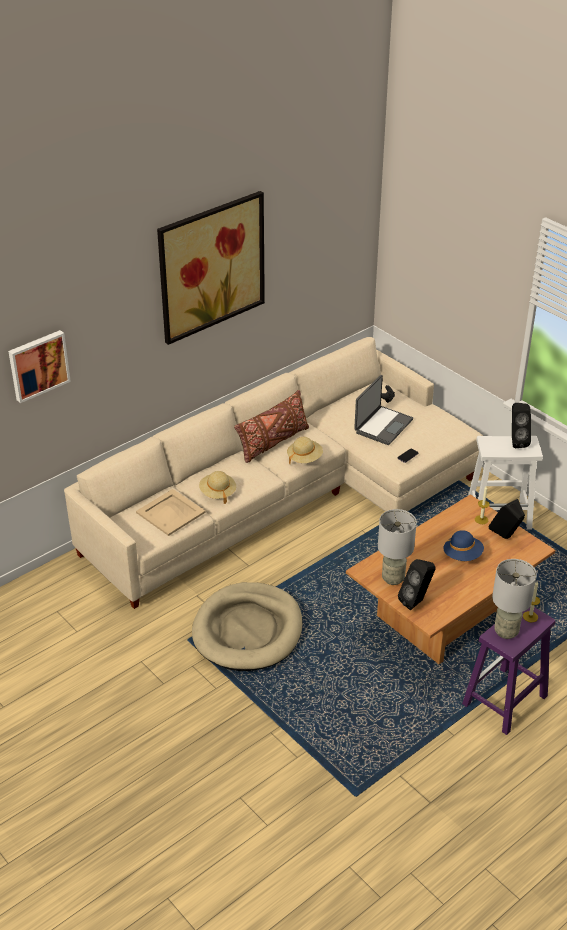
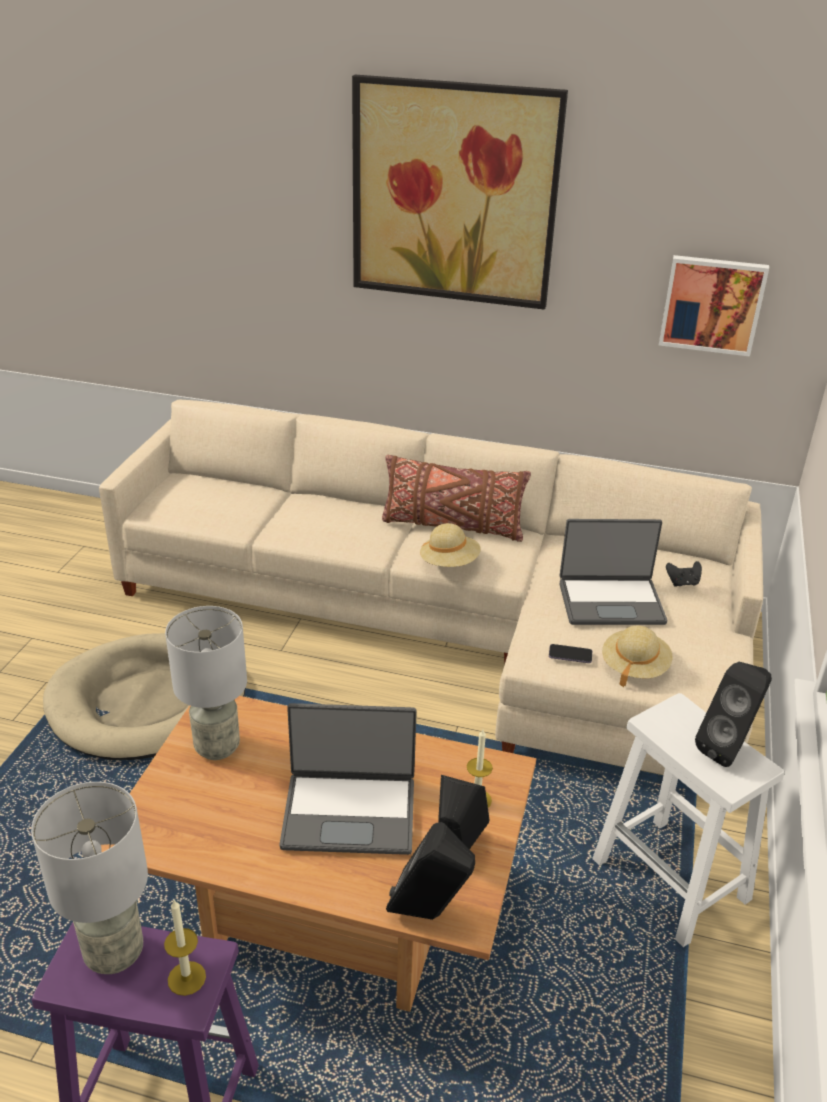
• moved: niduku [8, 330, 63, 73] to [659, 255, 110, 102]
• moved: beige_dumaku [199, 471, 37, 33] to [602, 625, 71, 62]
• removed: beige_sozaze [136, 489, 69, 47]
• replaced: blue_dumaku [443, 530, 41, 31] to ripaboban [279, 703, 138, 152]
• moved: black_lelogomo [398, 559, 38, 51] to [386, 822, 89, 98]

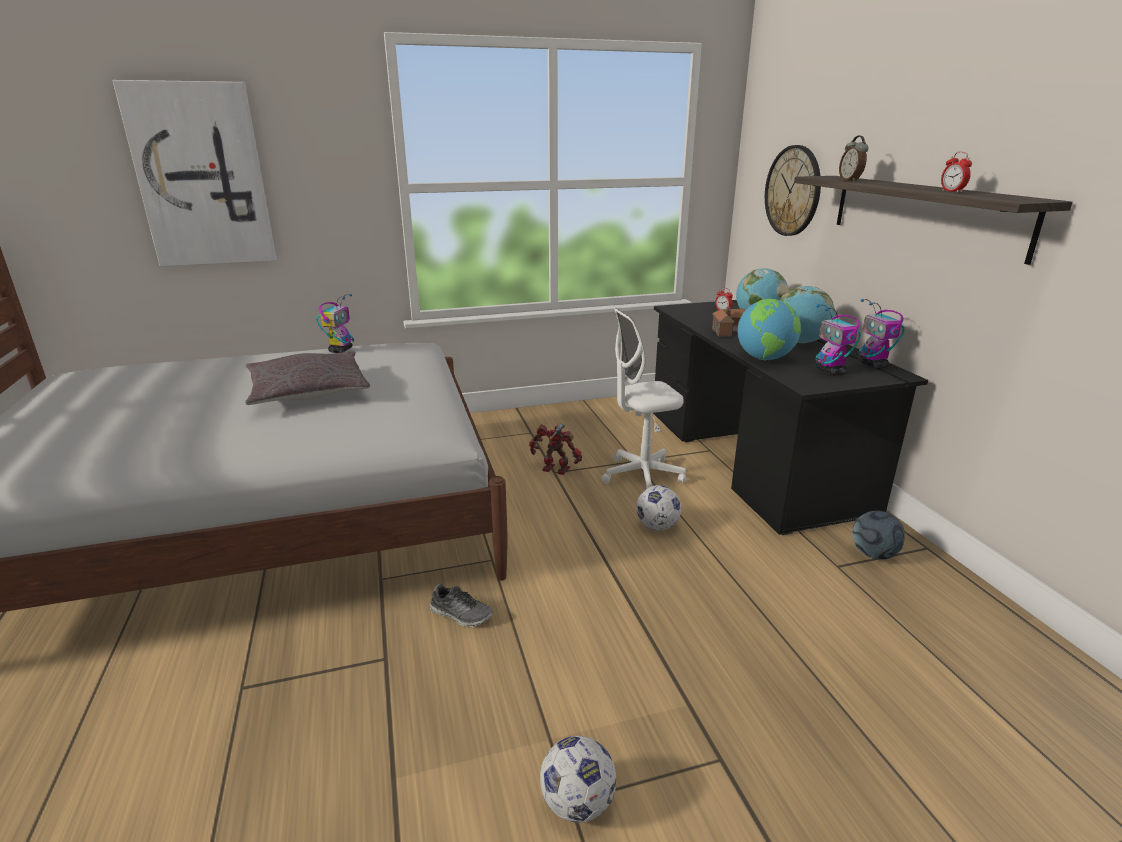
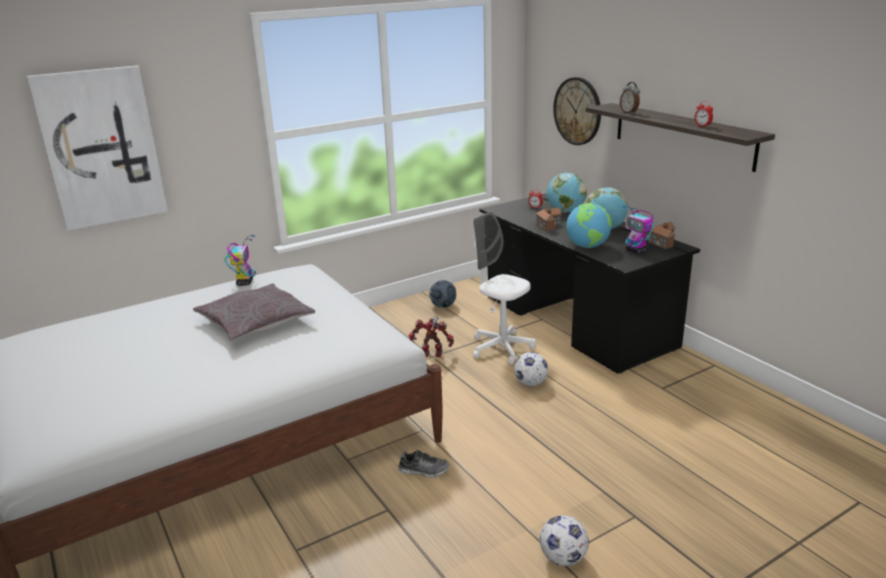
• replaced: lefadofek [858, 299, 47, 69] to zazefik [646, 222, 30, 27]
• turned: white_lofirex [602, 308, 84, 180] = [473, 212, 63, 153] 75 degrees clockwise
• moved: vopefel [852, 511, 53, 49] to [429, 280, 27, 28]

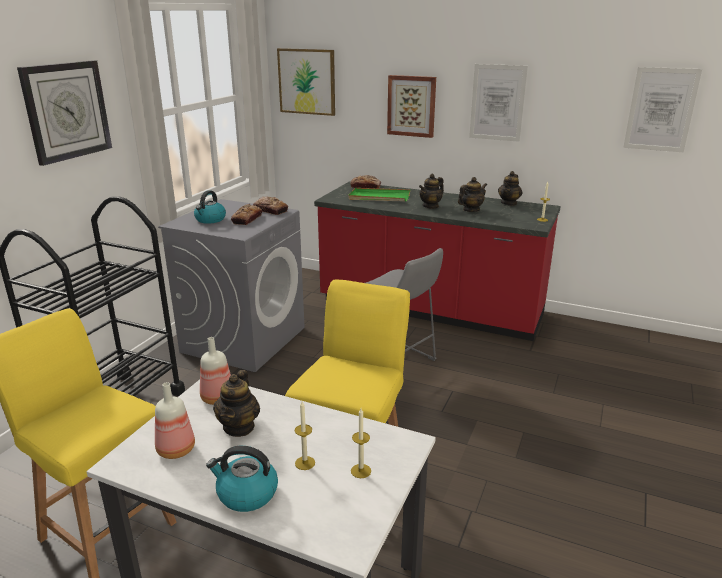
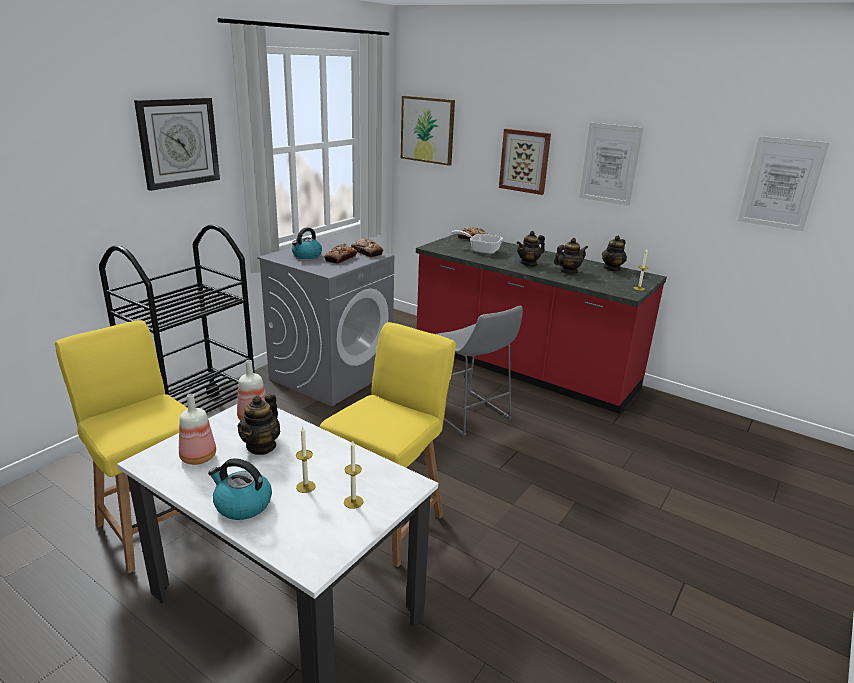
• replaced: green_sozaze [348, 188, 62, 14] to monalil [451, 230, 52, 24]

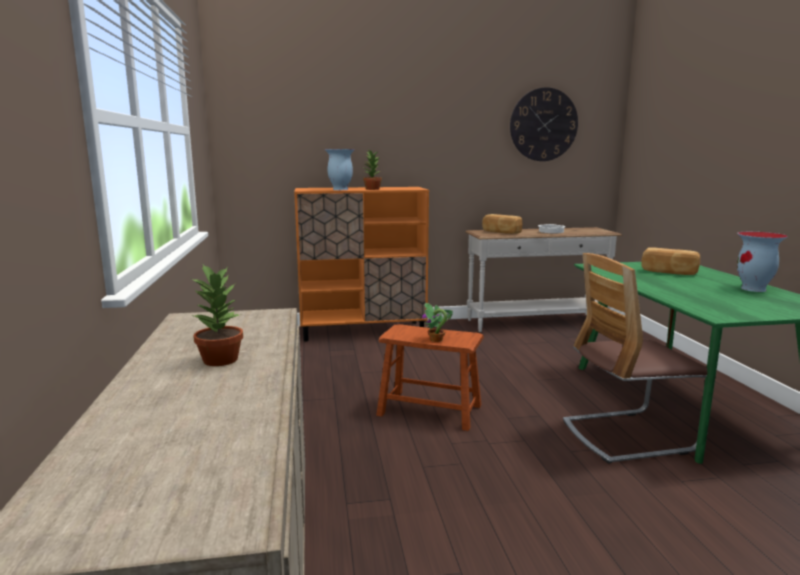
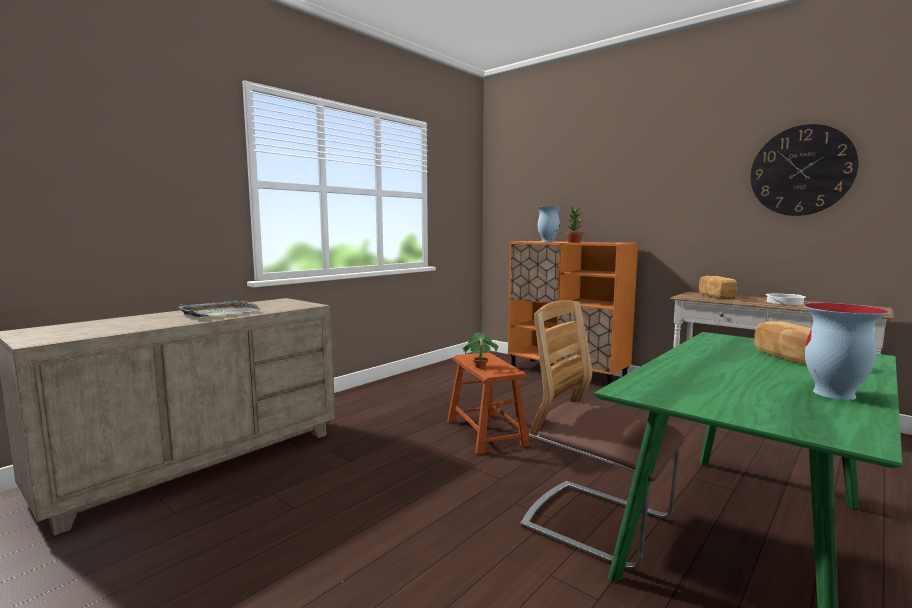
• replaced: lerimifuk [192, 265, 51, 101] to grey_sozaze [179, 301, 84, 16]

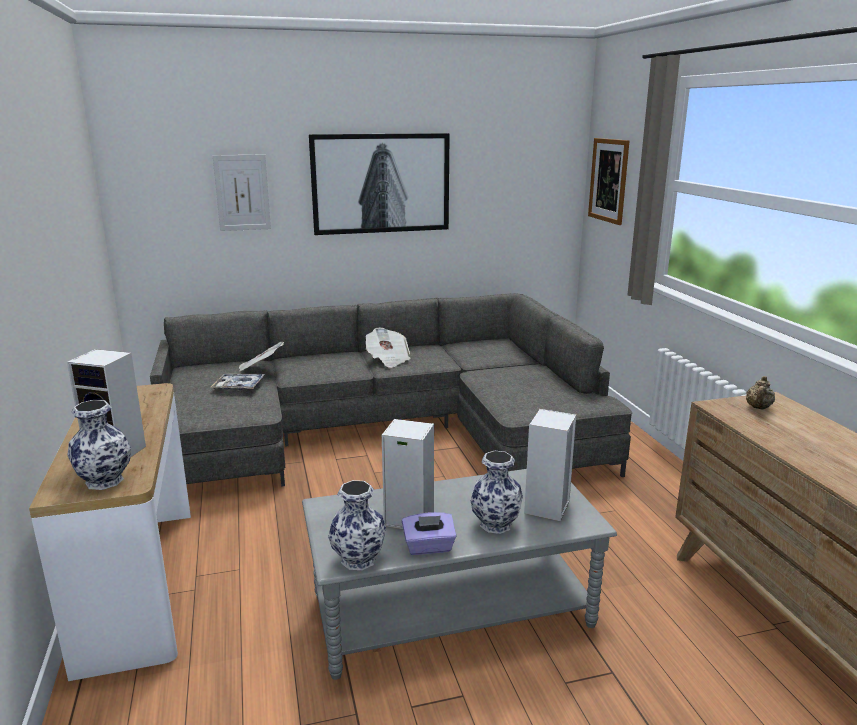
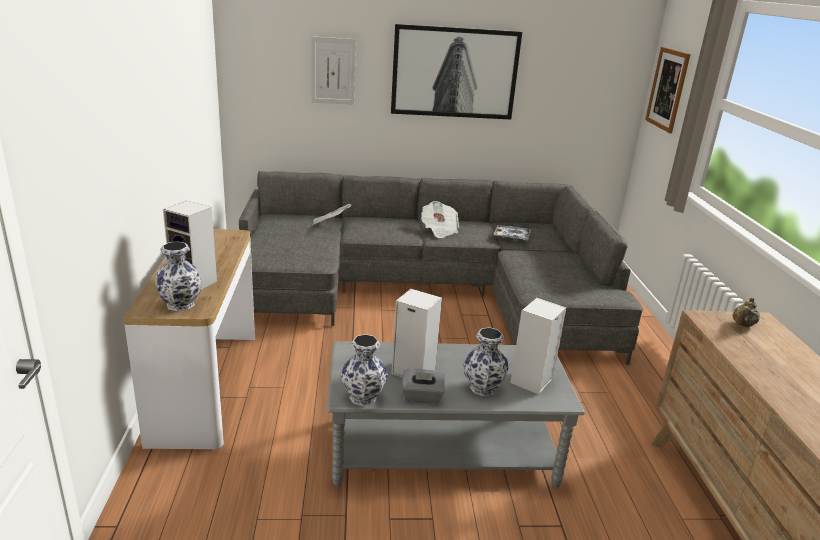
• moved: sozaze [210, 374, 55, 17] to [494, 225, 37, 15]
• recoloured: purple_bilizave [402, 512, 55, 43] to grey_bilizave [402, 369, 43, 35]

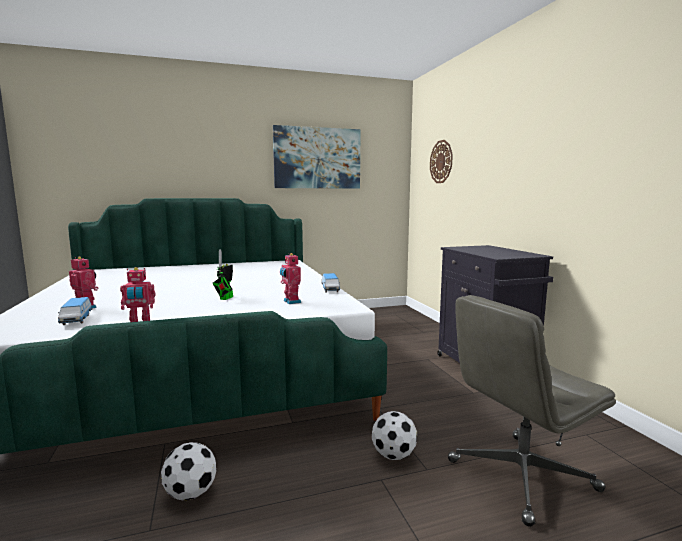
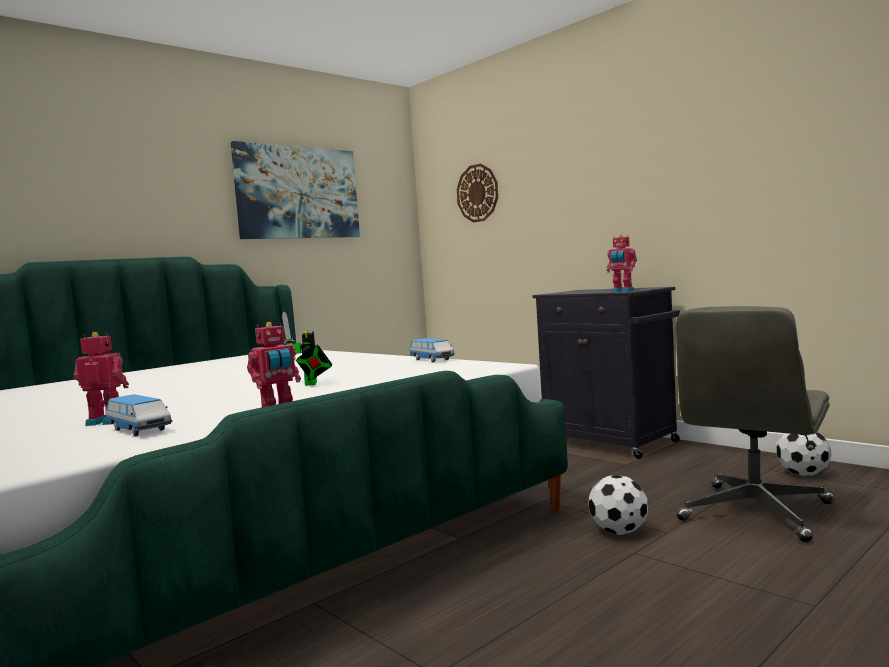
• moved: lefadofek [280, 253, 21, 51] to [607, 234, 30, 58]
• moved: vopefel [161, 442, 56, 59] to [776, 432, 55, 44]

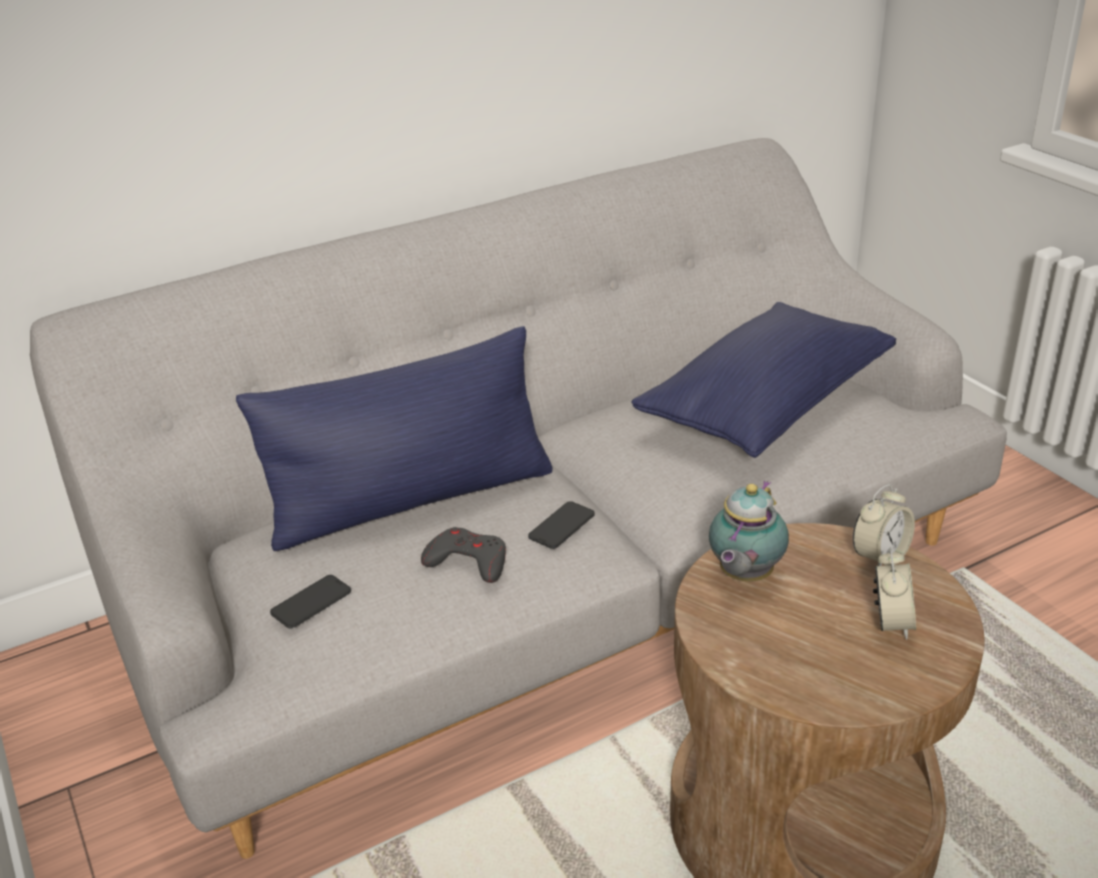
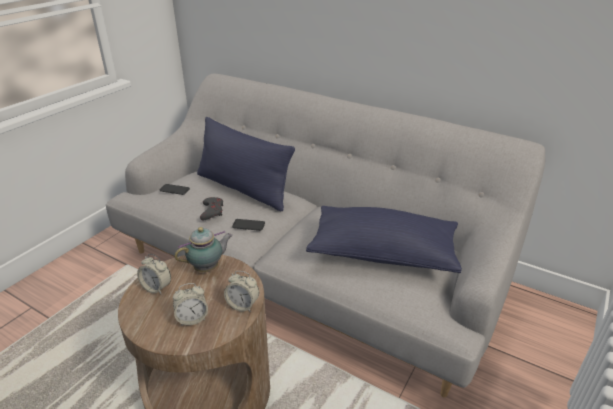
• turned: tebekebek [709, 481, 80, 101] = [175, 227, 58, 45] 150 degrees clockwise
• added: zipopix [137, 254, 34, 41]

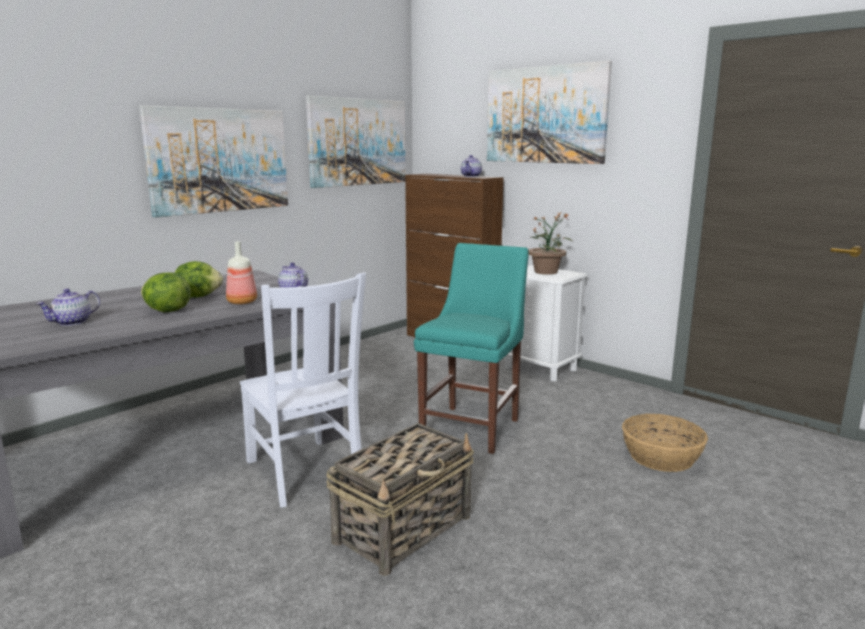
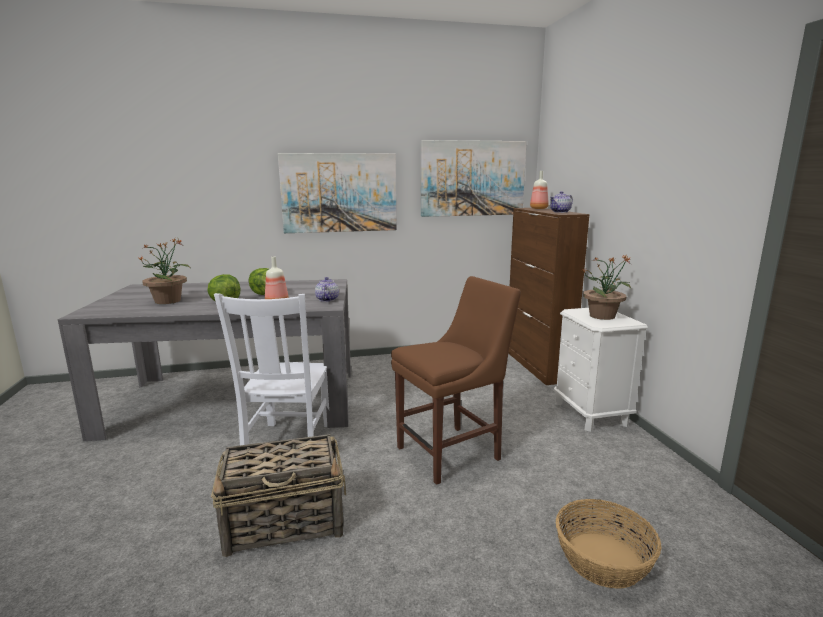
• removed: niduku [487, 61, 125, 103]
• recoloured: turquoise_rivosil [414, 243, 115, 211] to brown_rivosil [391, 276, 130, 209]
• replaced: tebekebek [36, 289, 64, 37] to lerimifuk [139, 238, 51, 66]
• added: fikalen [530, 171, 19, 38]

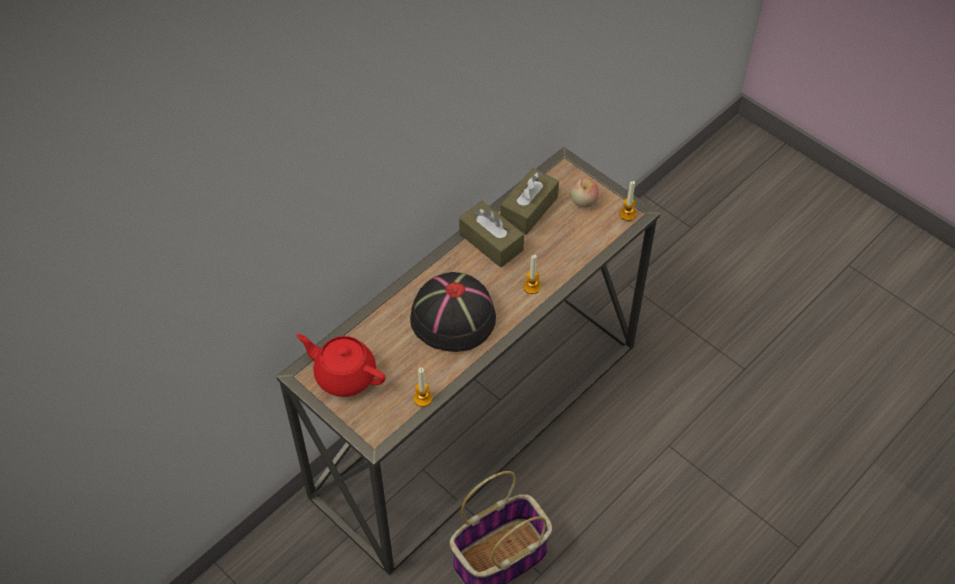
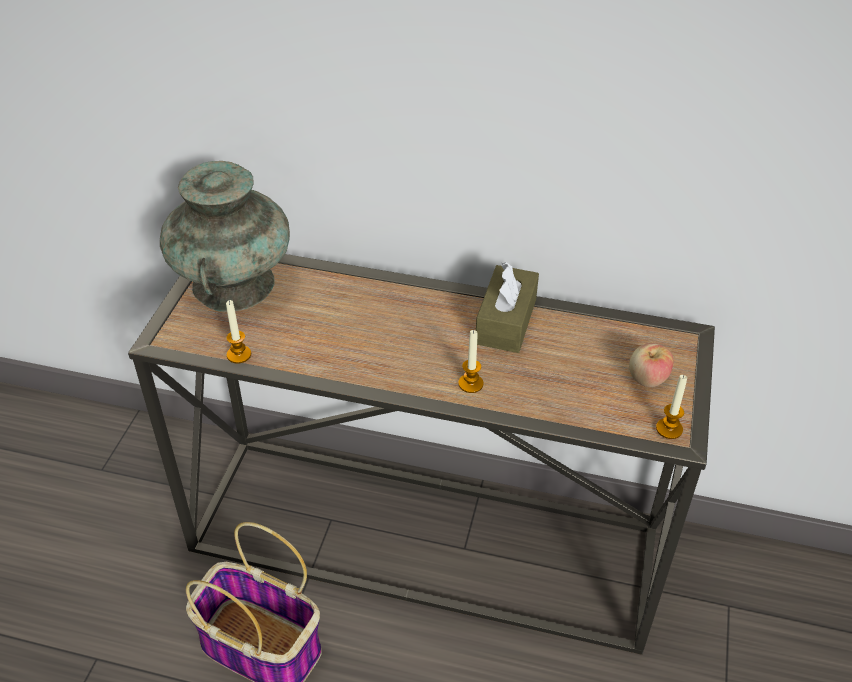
• removed: brown_bilizave [500, 168, 59, 67]
• removed: black_dumaku [410, 272, 86, 80]
• replaced: red_tebekebek [296, 334, 90, 63] to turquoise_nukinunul [160, 161, 130, 151]

